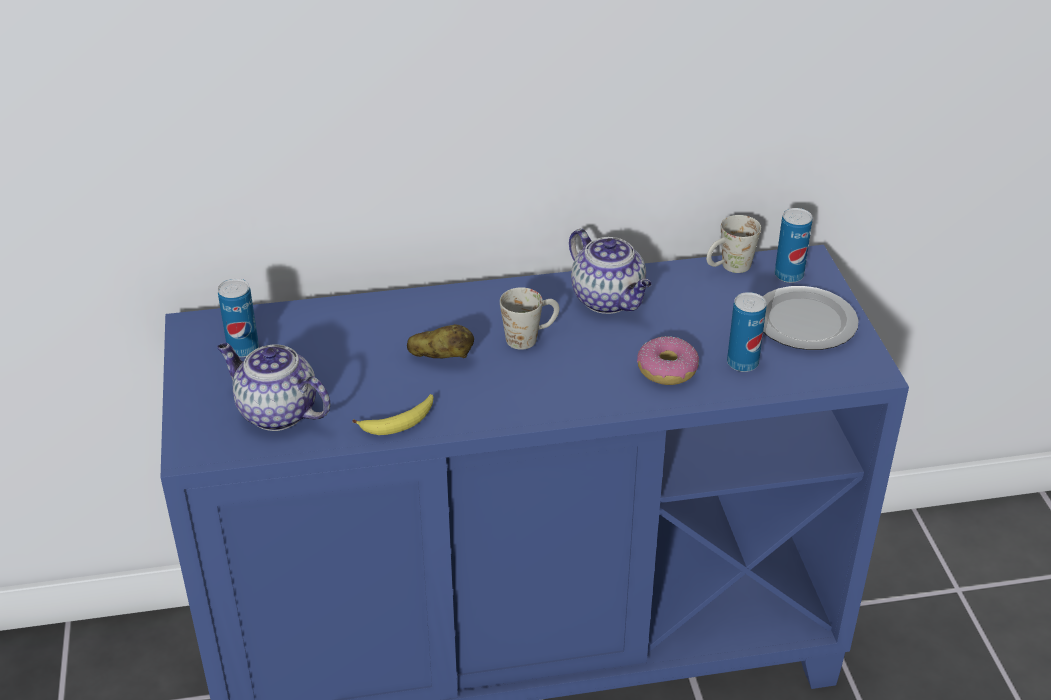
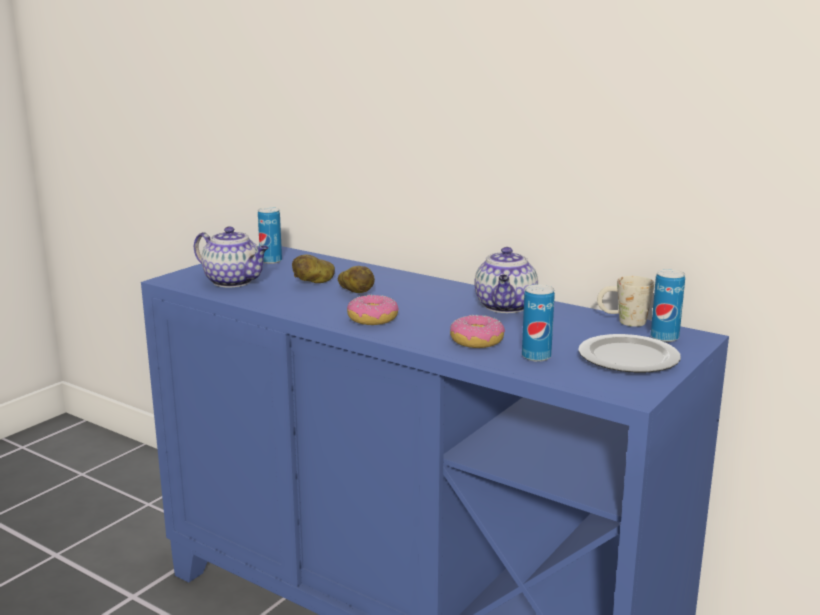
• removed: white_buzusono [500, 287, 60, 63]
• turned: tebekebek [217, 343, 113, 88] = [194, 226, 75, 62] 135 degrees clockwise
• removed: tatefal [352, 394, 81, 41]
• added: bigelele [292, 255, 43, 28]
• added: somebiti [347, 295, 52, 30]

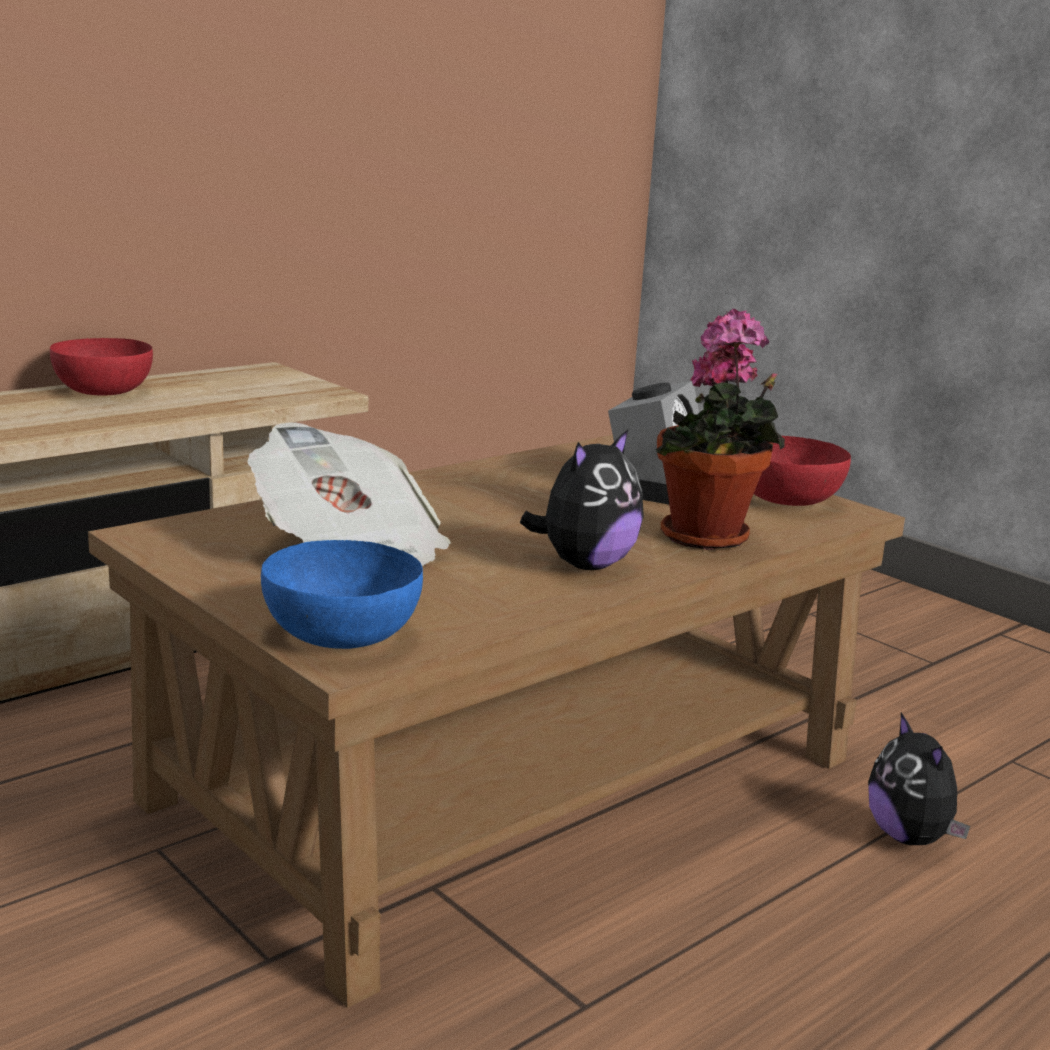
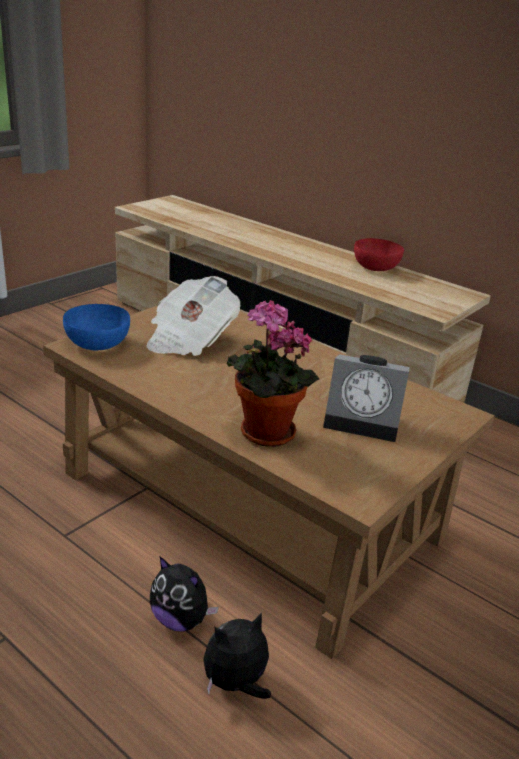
• moved: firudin [520, 428, 124, 142] to [150, 557, 69, 75]
• removed: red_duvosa [754, 436, 97, 70]

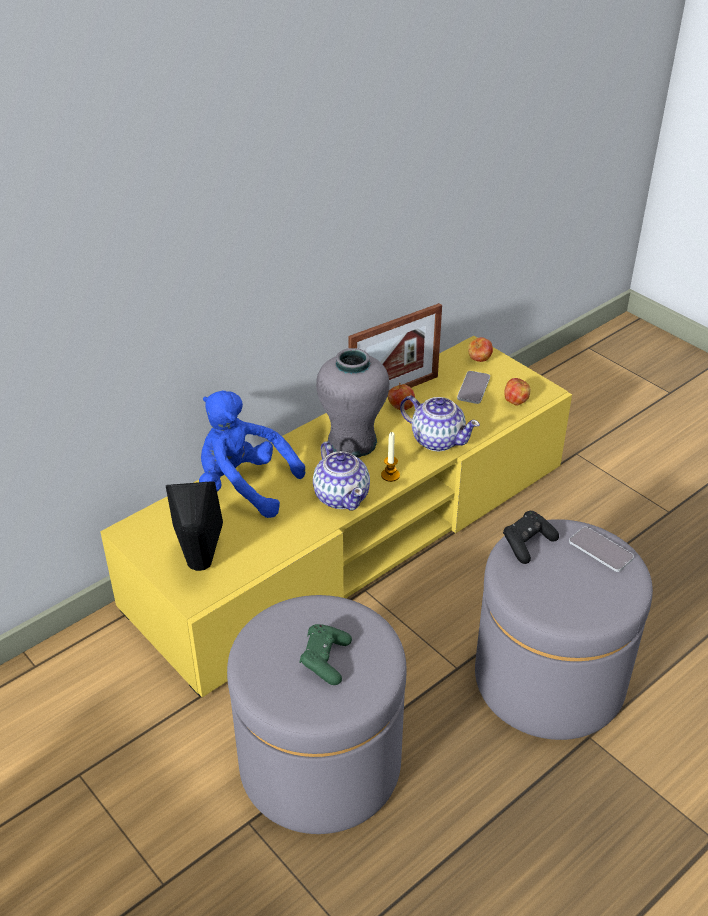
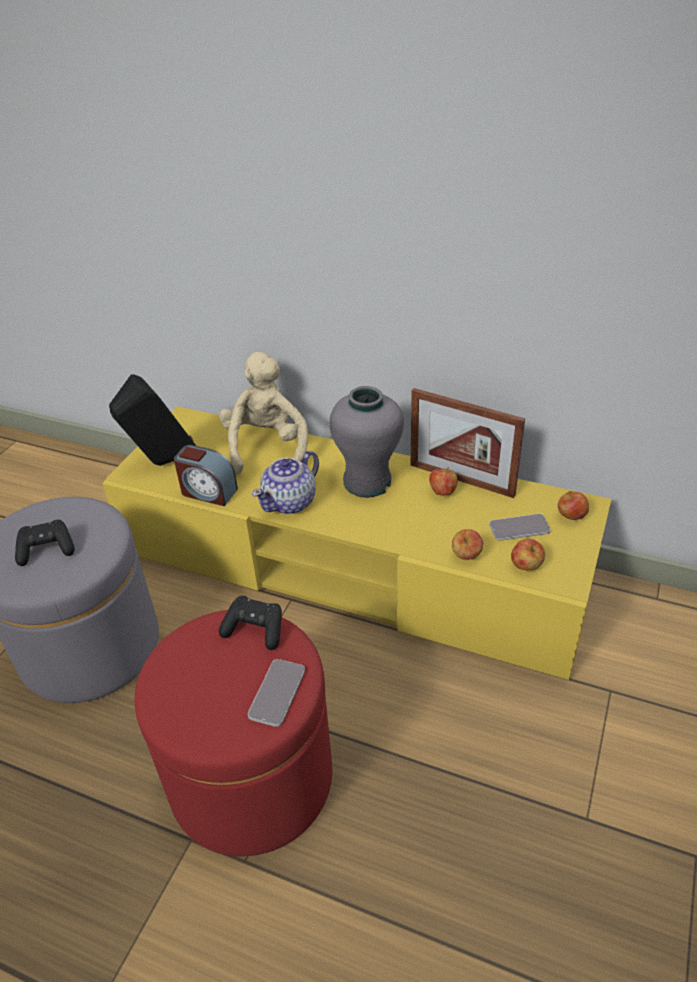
• recoloured: blue_firudin [199, 390, 106, 128] to beige_firudin [219, 352, 89, 123]
• removed: tebekebek [400, 396, 80, 55]
• removed: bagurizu [381, 432, 19, 50]
• recoloured: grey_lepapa [475, 519, 178, 221] to red_lepapa [135, 610, 197, 246]
• recoloured: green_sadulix [299, 624, 53, 61] to black_sadulix [15, 520, 60, 46]
• added: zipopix [174, 445, 64, 61]
• added: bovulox [452, 529, 31, 31]

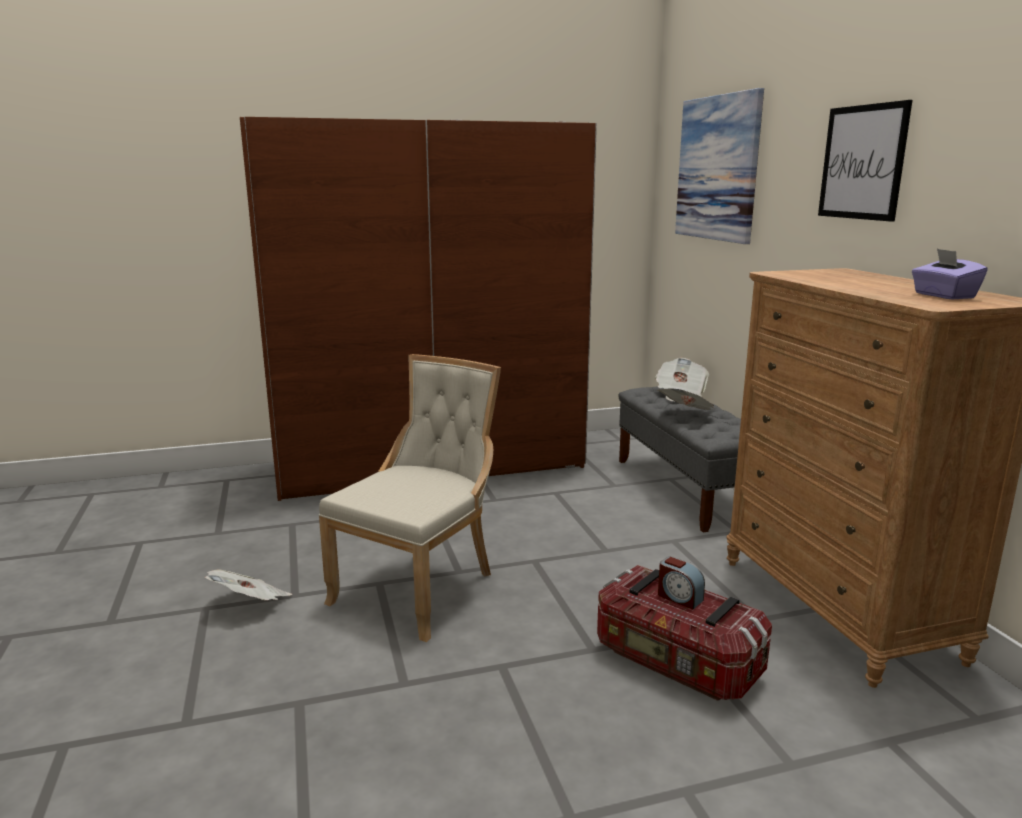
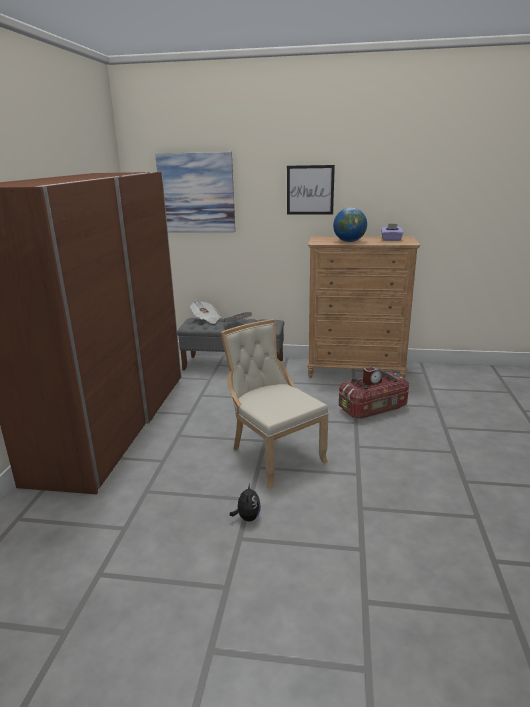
• replaced: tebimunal [204, 569, 88, 32] to firudin [230, 483, 31, 38]
• added: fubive [333, 208, 34, 34]

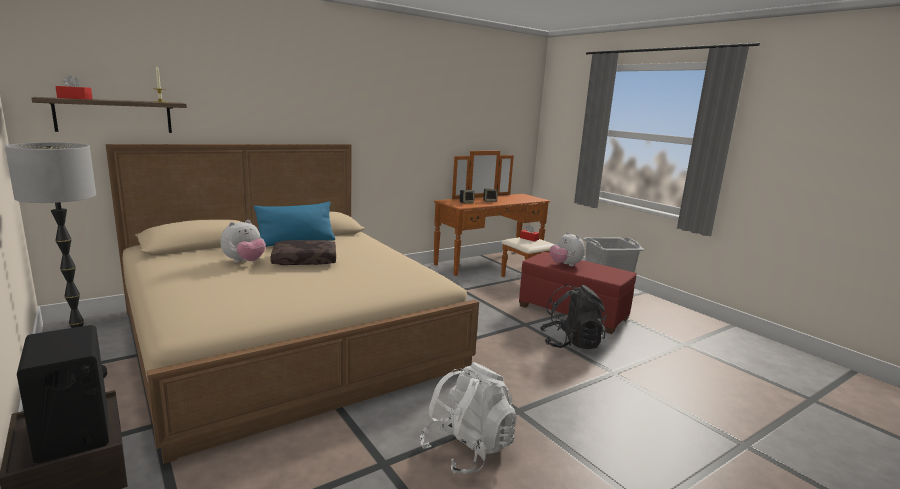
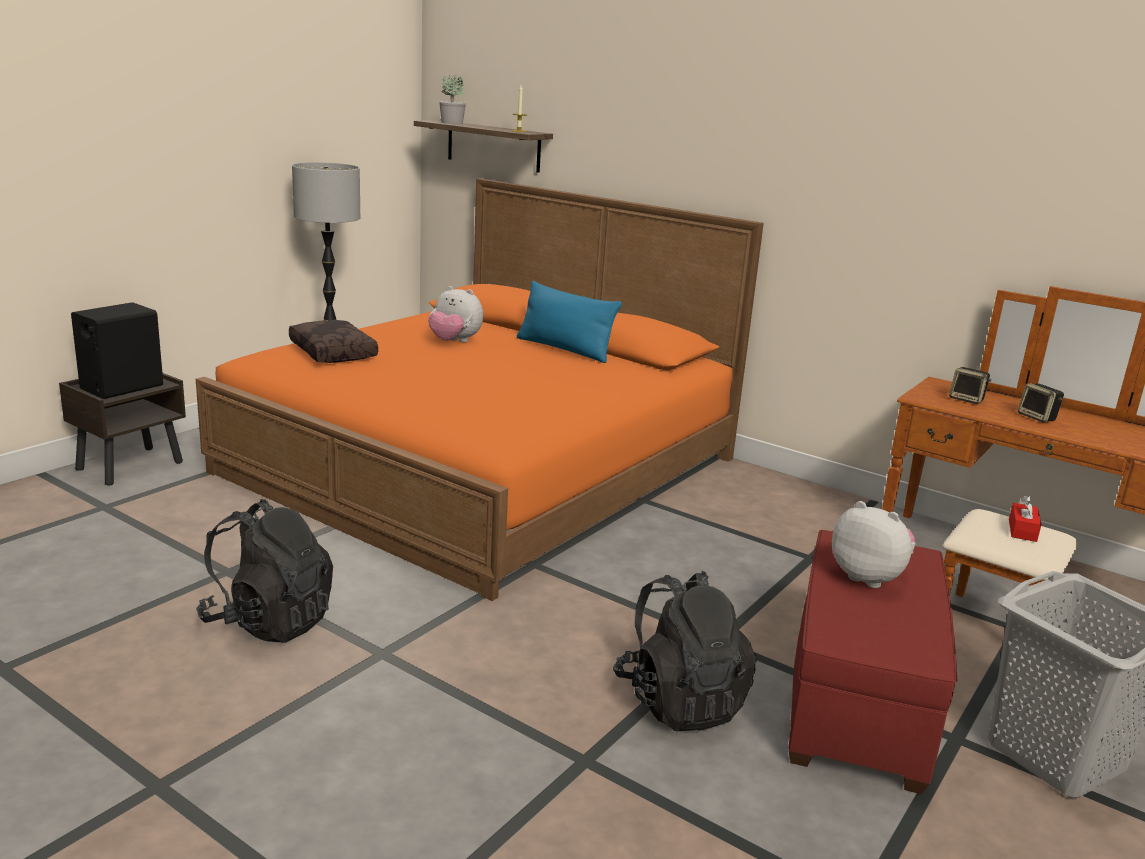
• replaced: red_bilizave [55, 75, 38, 24] to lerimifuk [439, 74, 27, 50]
• recoloured: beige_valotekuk [105, 144, 374, 320] to orange_valotekuk [196, 178, 568, 423]
• turned: firudin [549, 232, 36, 34] = [832, 501, 84, 87] 90 degrees clockwise
• moved: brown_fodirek [270, 240, 66, 25] to [289, 320, 89, 43]
• recoloured: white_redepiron [420, 362, 97, 112] to black_redepiron [196, 499, 137, 144]

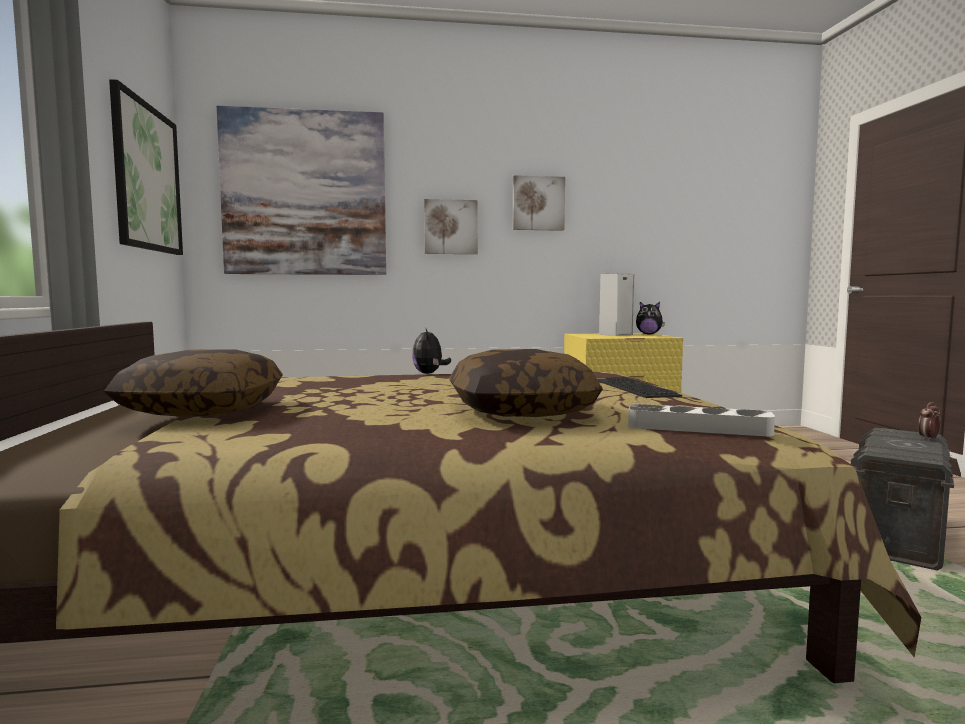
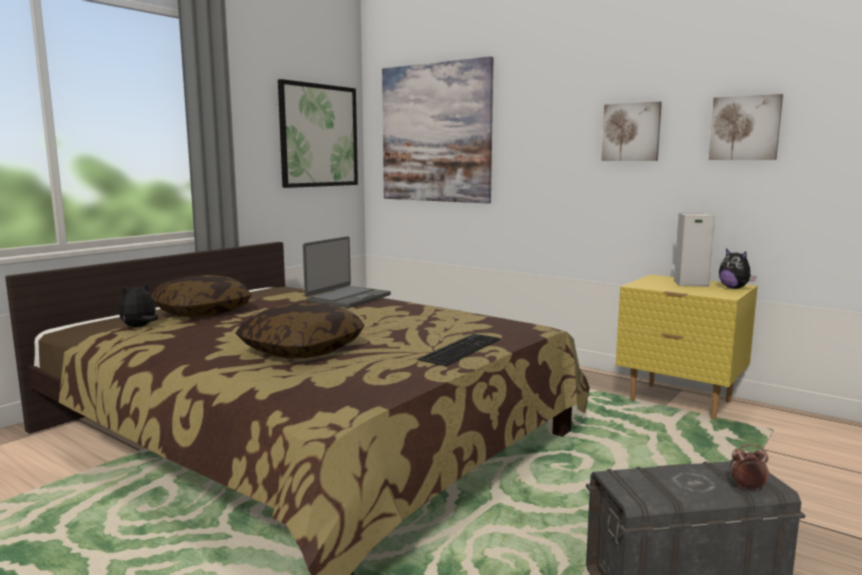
• moved: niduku [424, 199, 54, 55] to [709, 94, 74, 66]
• moved: firudin [412, 329, 39, 45] to [119, 282, 40, 45]
• removed: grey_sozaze [628, 404, 147, 32]
• added: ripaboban [303, 236, 88, 72]

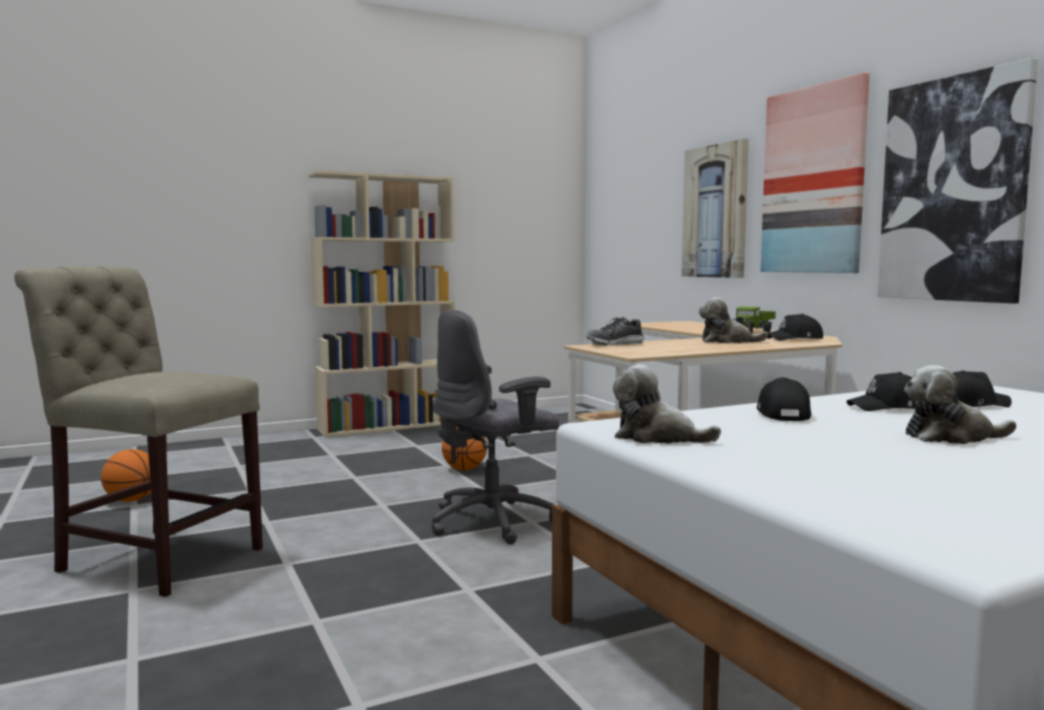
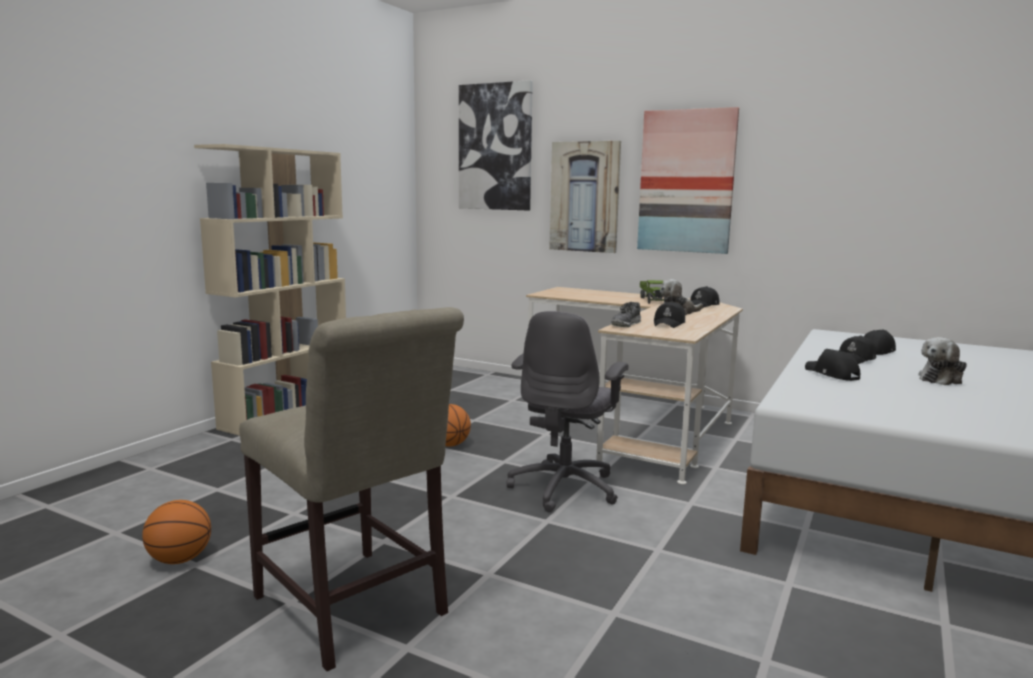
• moved: niduku [877, 58, 161, 246] to [459, 80, 74, 130]
• turned: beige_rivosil [14, 266, 249, 331] = [239, 307, 225, 364] 120 degrees counterclockwise
• removed: firudin [613, 365, 108, 79]
• added: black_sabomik [654, 301, 31, 27]

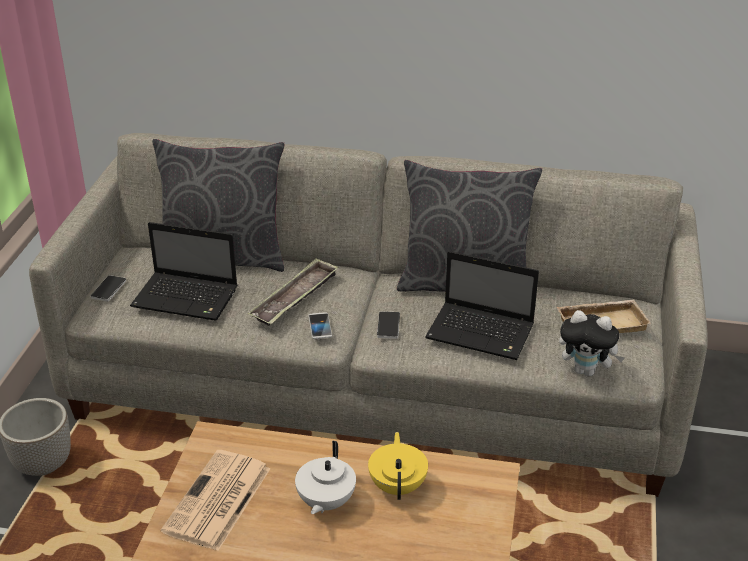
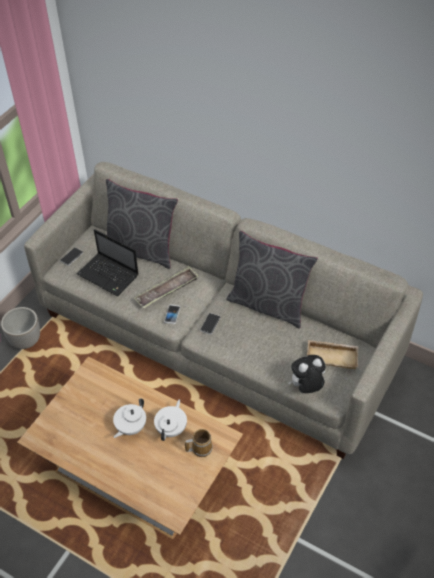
• removed: ripaboban [425, 251, 114, 109]
• turned: firudin [559, 310, 66, 66] = [288, 355, 37, 38] 120 degrees clockwise
• recoloured: yellow_tebekebek [368, 432, 60, 68] to white_tebekebek [154, 399, 33, 42]
• removed: tebimunal [161, 450, 110, 101]
• added: buzusono [185, 429, 28, 28]

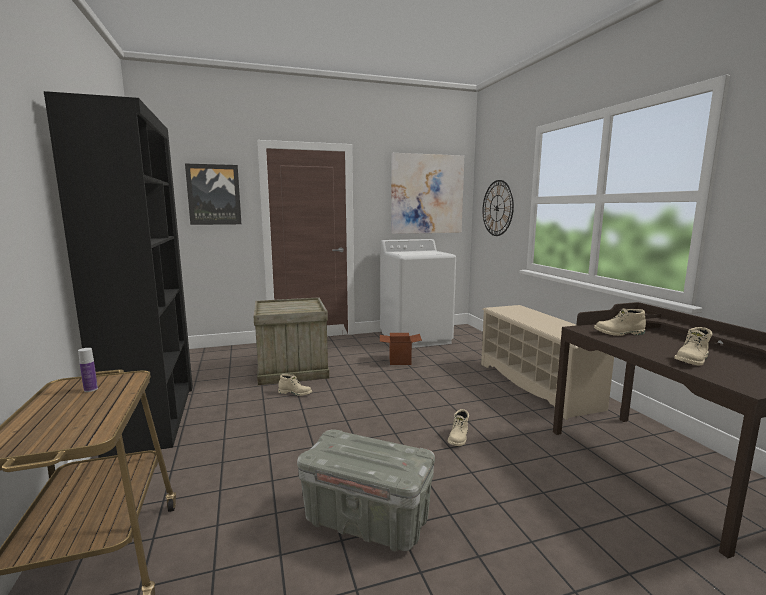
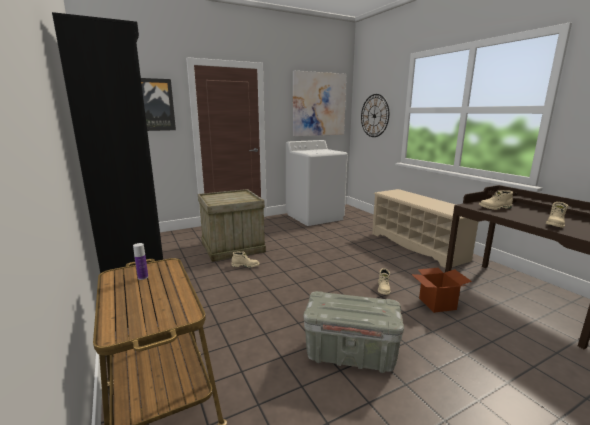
• moved: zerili [380, 333, 42, 32] to [411, 268, 61, 45]

